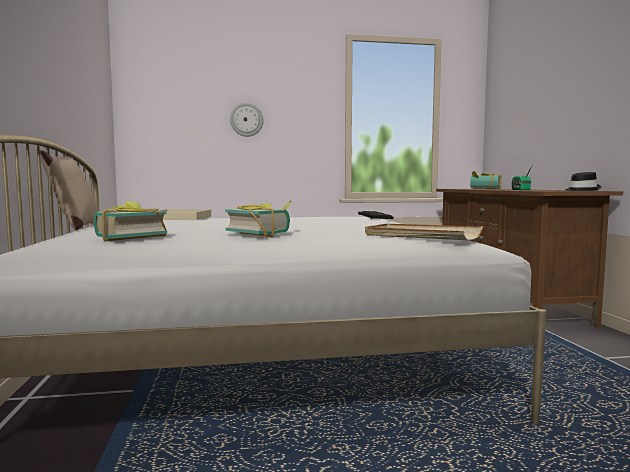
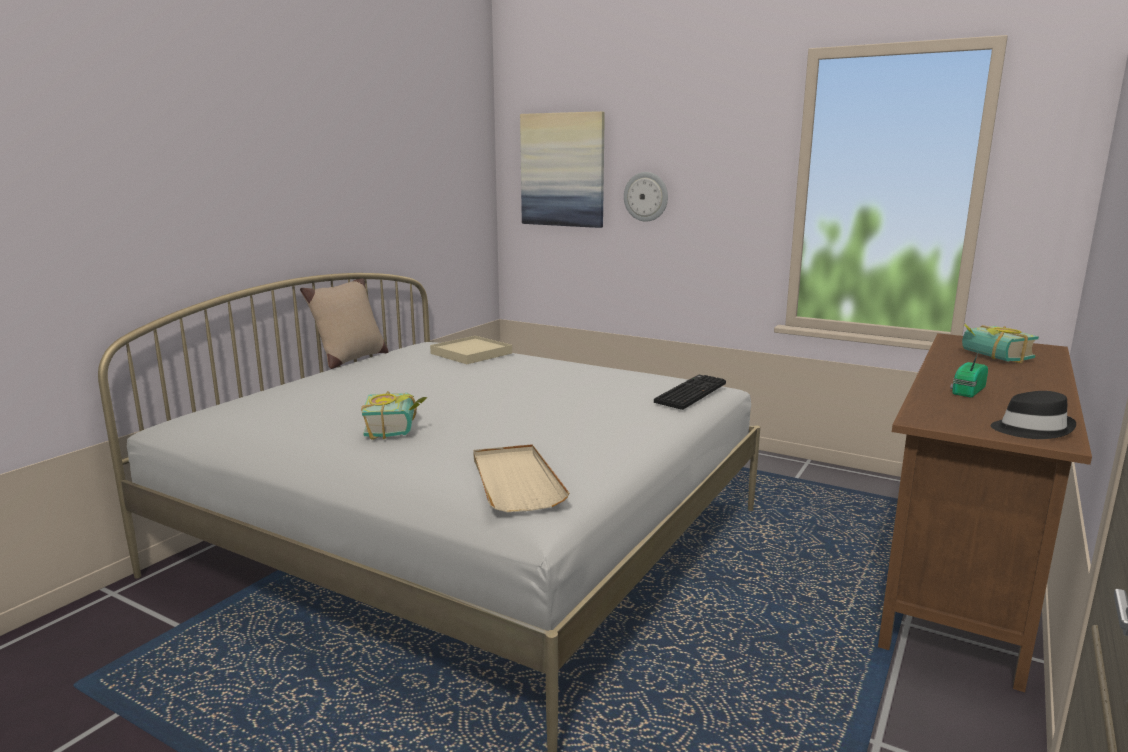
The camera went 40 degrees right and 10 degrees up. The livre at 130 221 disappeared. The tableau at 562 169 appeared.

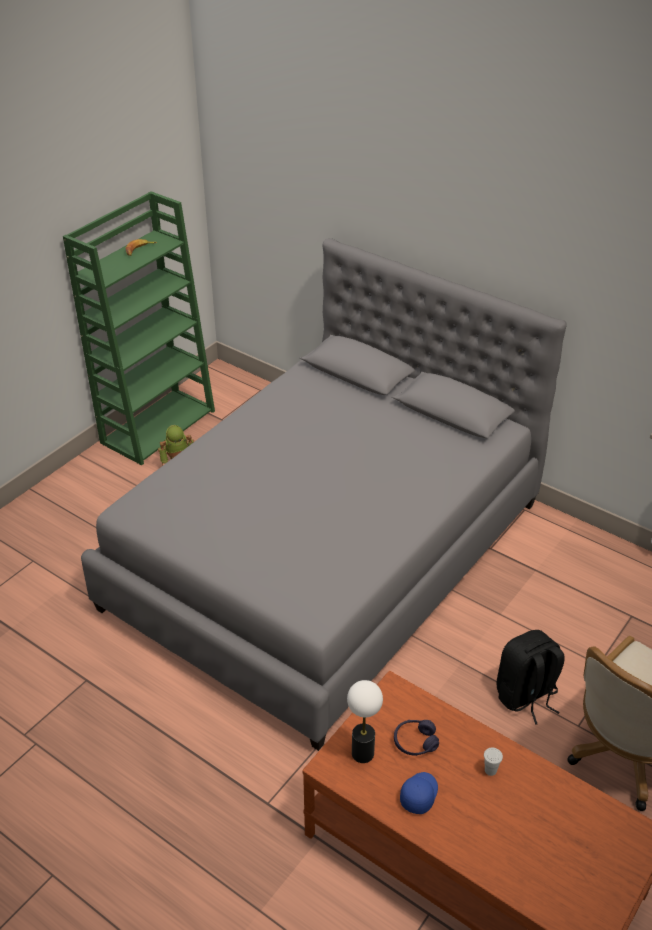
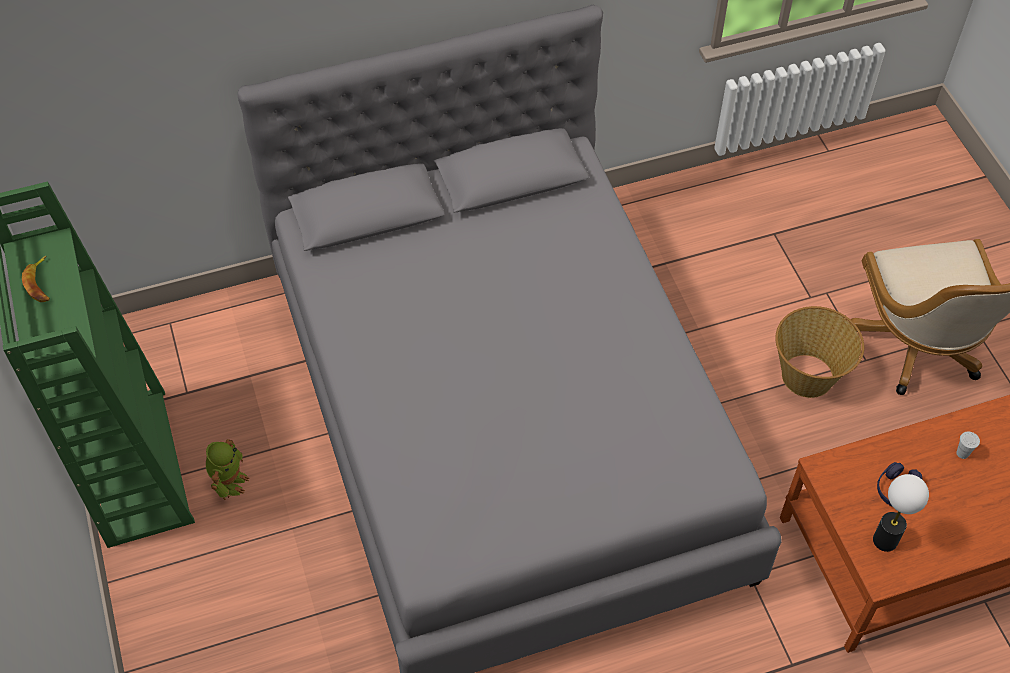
The camera went 55 degrees left and 15 degrees up. The sac à dos [noir] at 530 677 was replaced by the panier at 819 352. The casquette [bleu] at 419 793 disappeared.

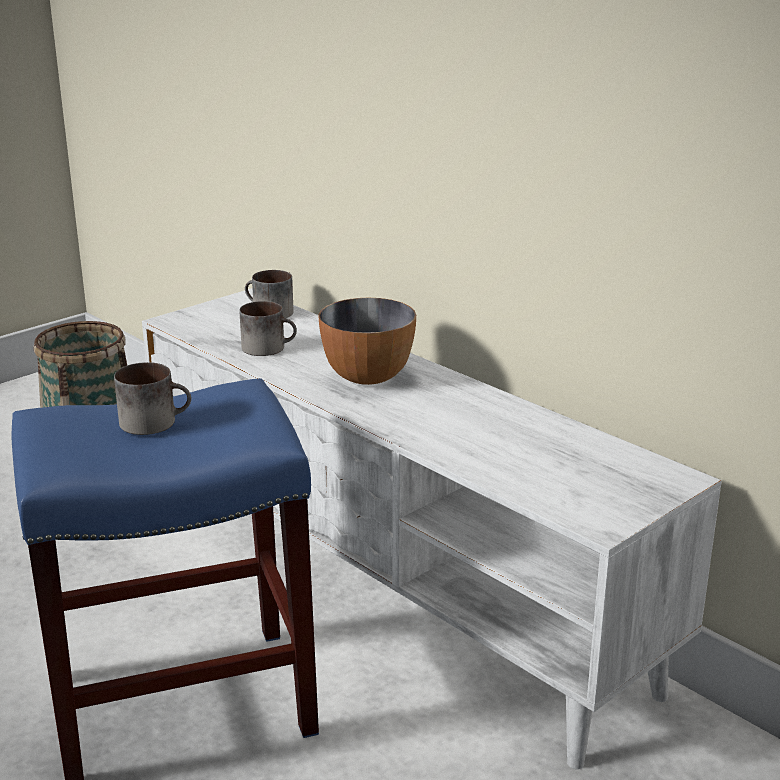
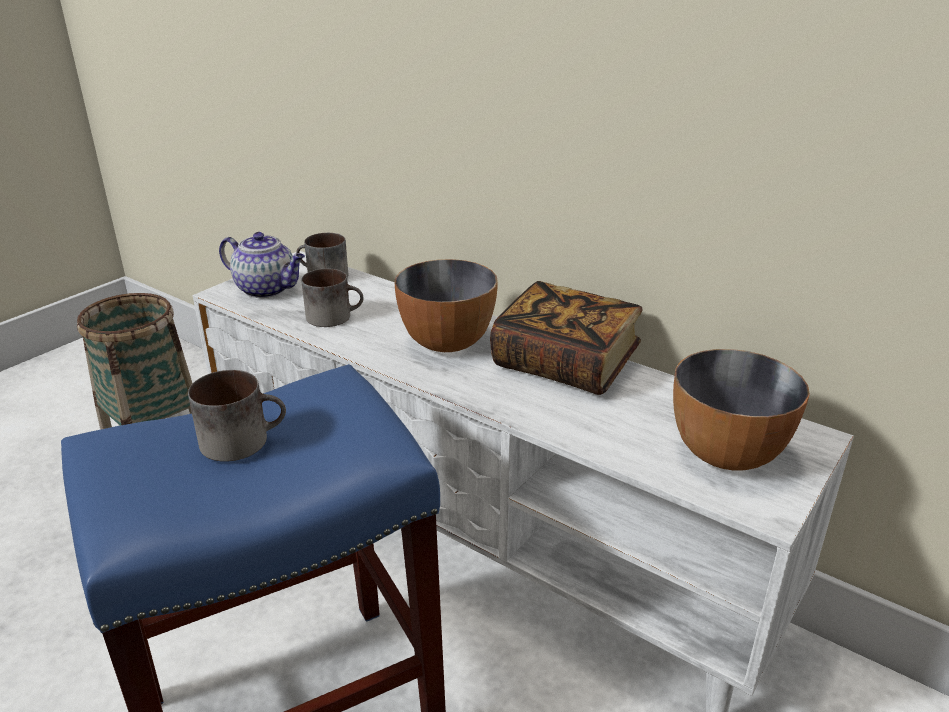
The camera went 10 degrees left and 5 degrees up. The théière at 262 265 appeared. The livre at 566 338 appeared. The bol at 741 409 appeared.

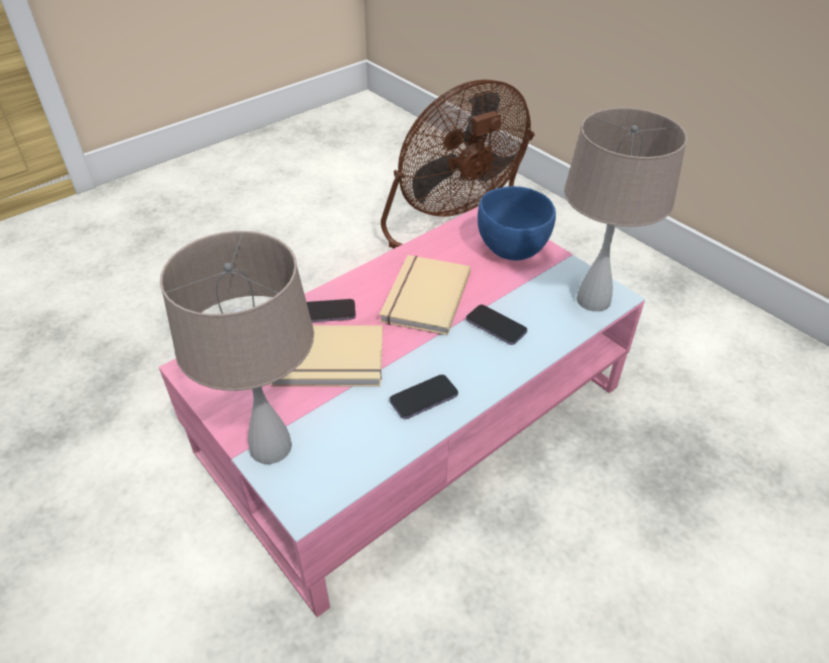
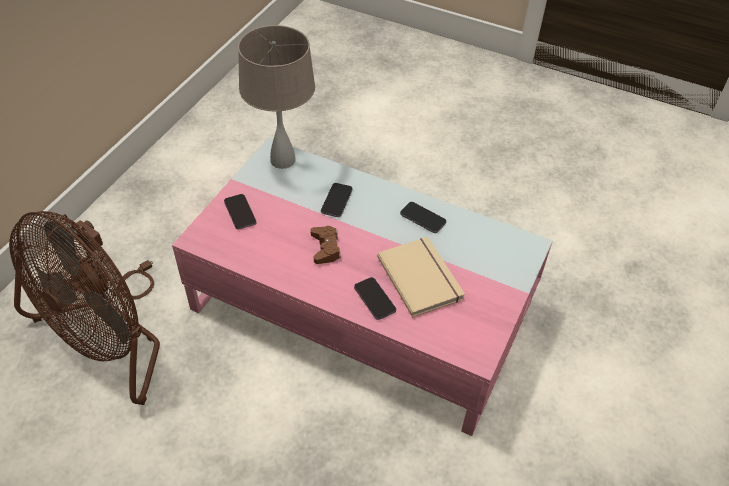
The camera went 115 degrees left and 5 degrees up. The bol [bleu] at 517 223 was replaced by the téléphone at 240 212. The lampe de table [beige] at 237 347 disappeared. The livre [beige] at 425 295 was replaced by the manette [marron] at 326 245.

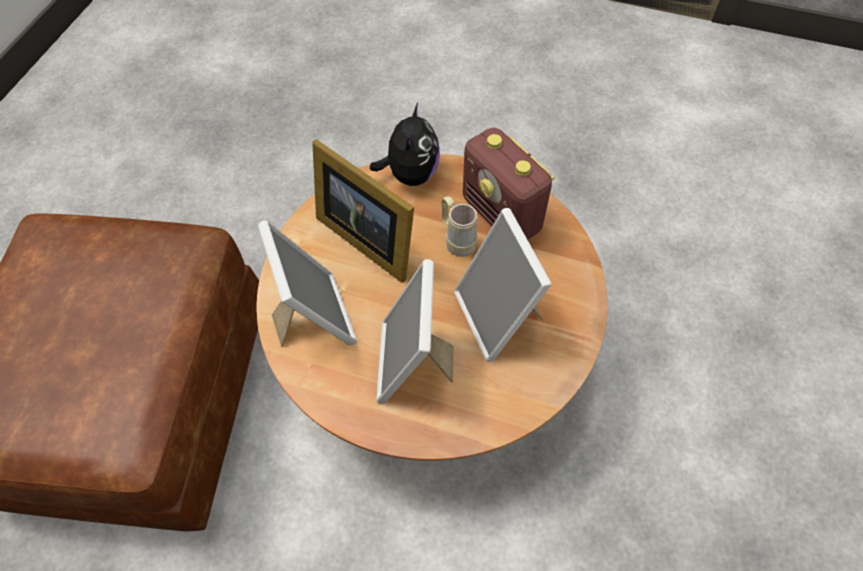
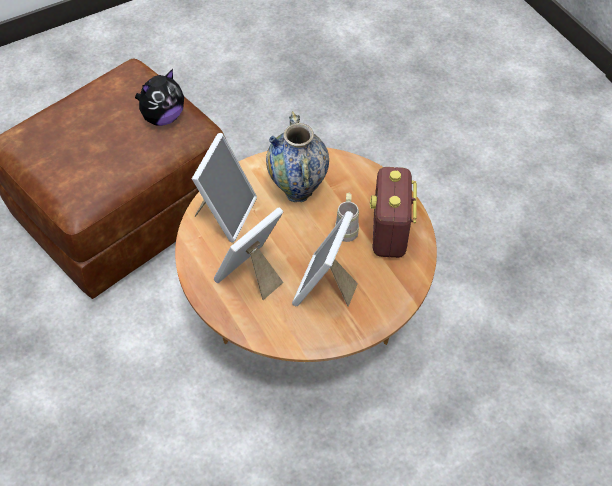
The camera went 40 degrees right and 5 degrees down. The peluche moved from 405 144 to 159 97. The cadre photo at 363 211 was replaced by the vase at 297 156.

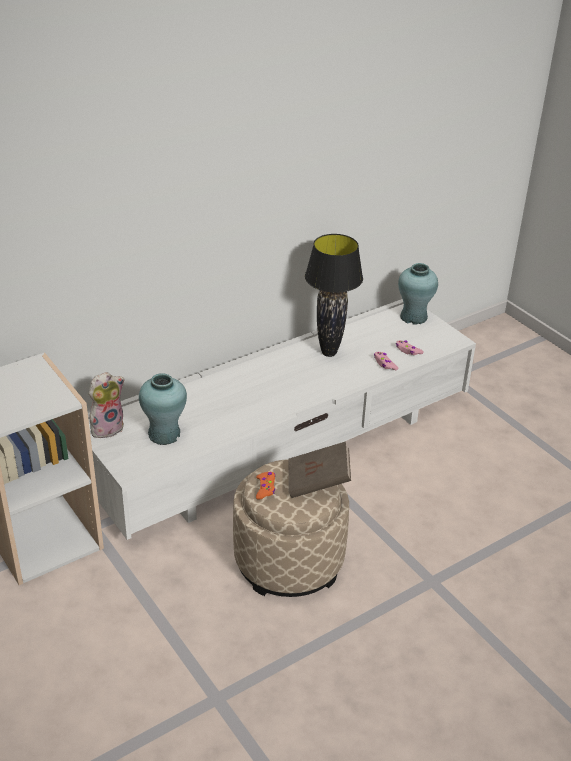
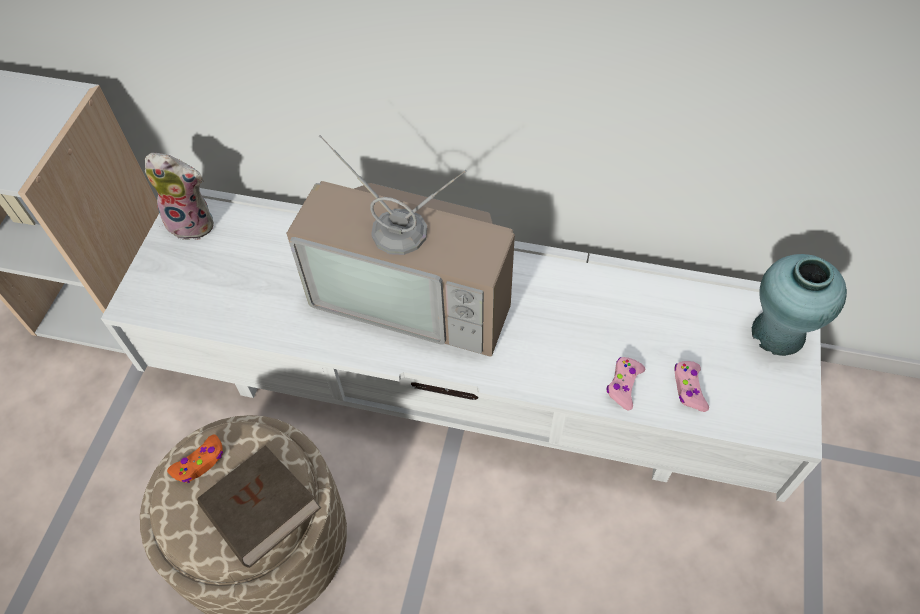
The camera went 50 degrees right and 20 degrees up. The lampe de table [noir] at 334 295 disappeared. The vase [turquoise] at 163 409 disappeared. The téléviseur at 400 246 appeared.

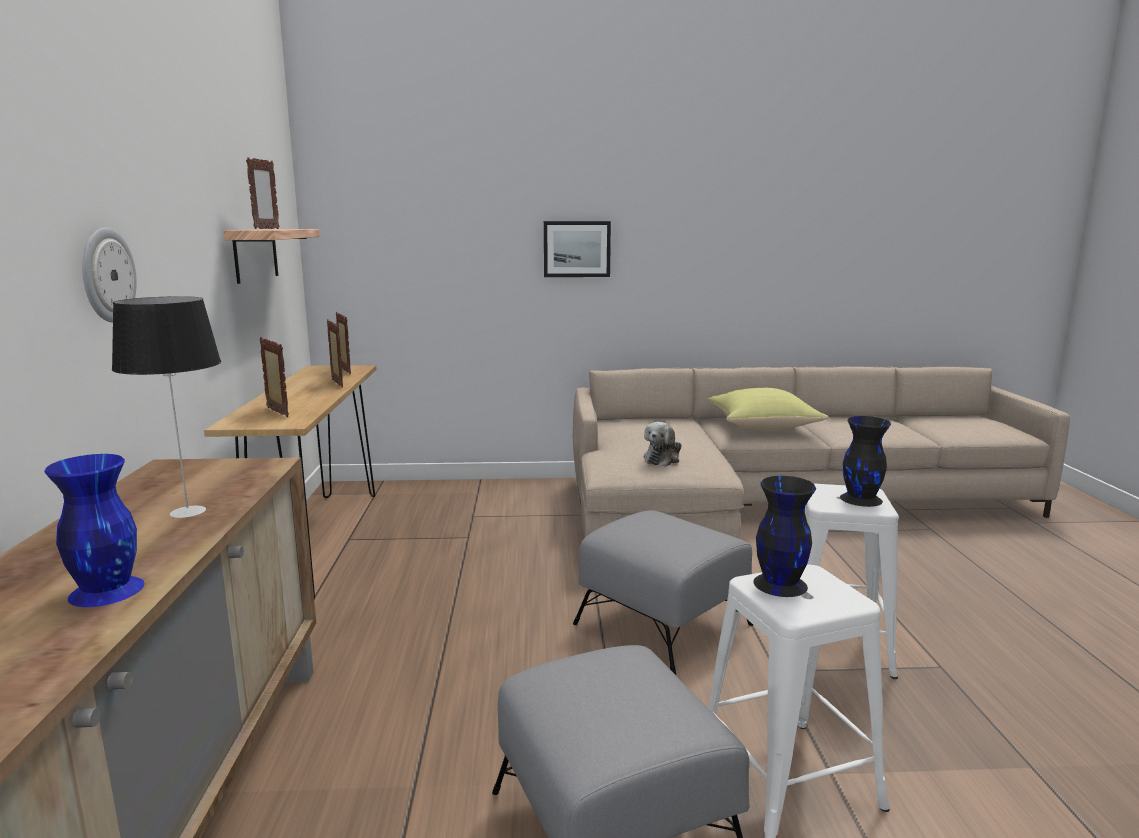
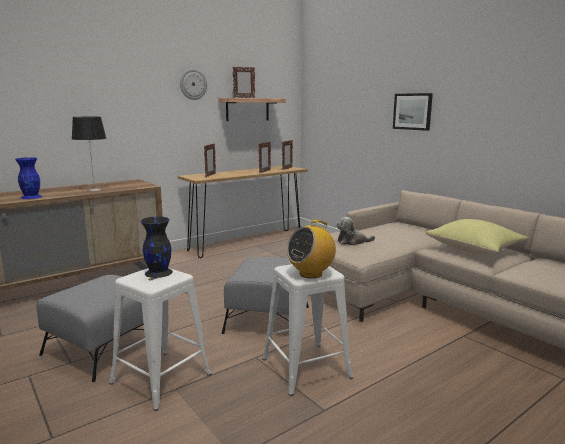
The camera went 55 degrees right and 0 degrees up. The horloge murale moved from 109 275 to 193 84. The vase [noir] at 865 461 was replaced by the radio at 311 249.

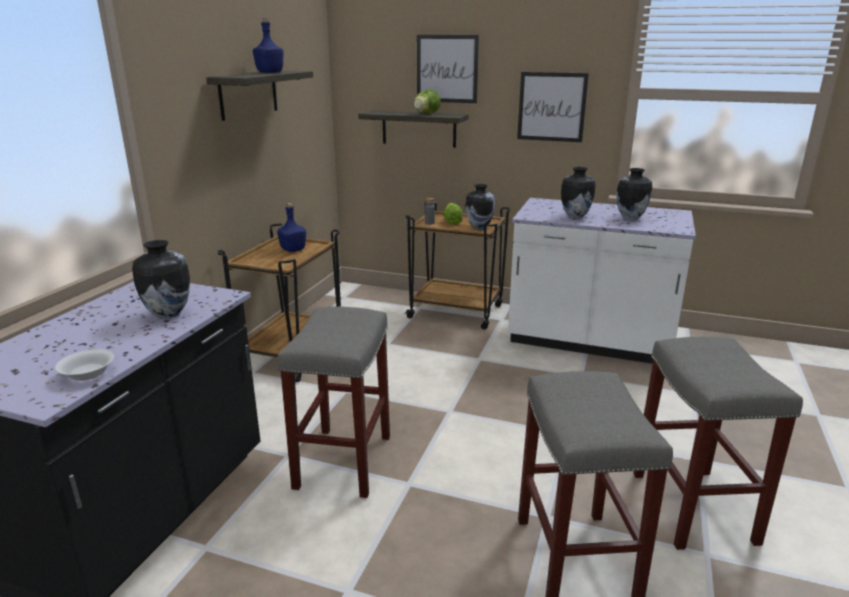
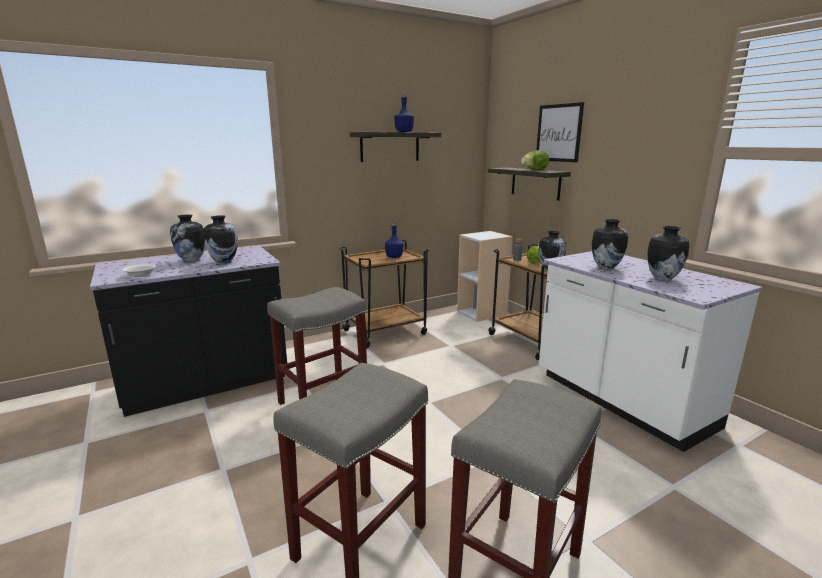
The camera went 40 degrees right and 5 degrees down. The tableau at 553 107 disappeared. The vase at 187 238 appeared. The bibliothèque at 485 276 appeared.

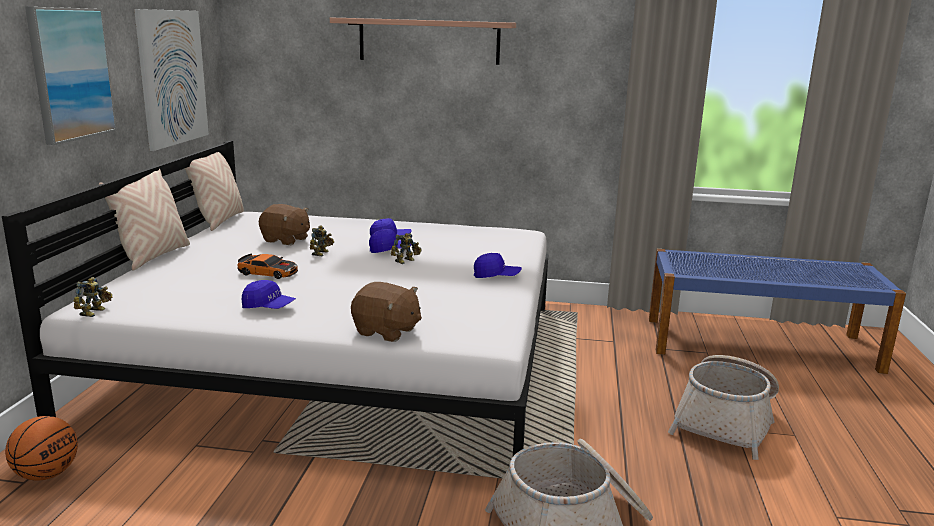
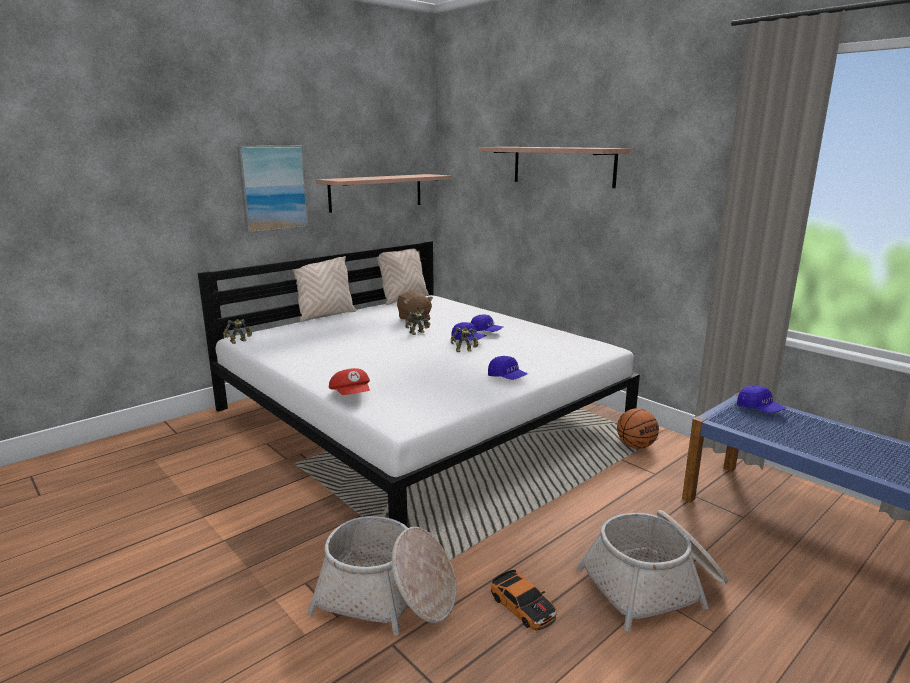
The camera went 40 degrees right and 0 degrees up. The tableau at 171 80 was replaced by the étagère at 383 193. The petite voiture moved from 267 266 to 524 600. The casquette [bleu] moved from 269 294 to 761 399. The peluche [marron] at 386 312 was replaced by the casquette [rouge] at 349 381. The ballon de basket moved from 41 448 to 638 428.

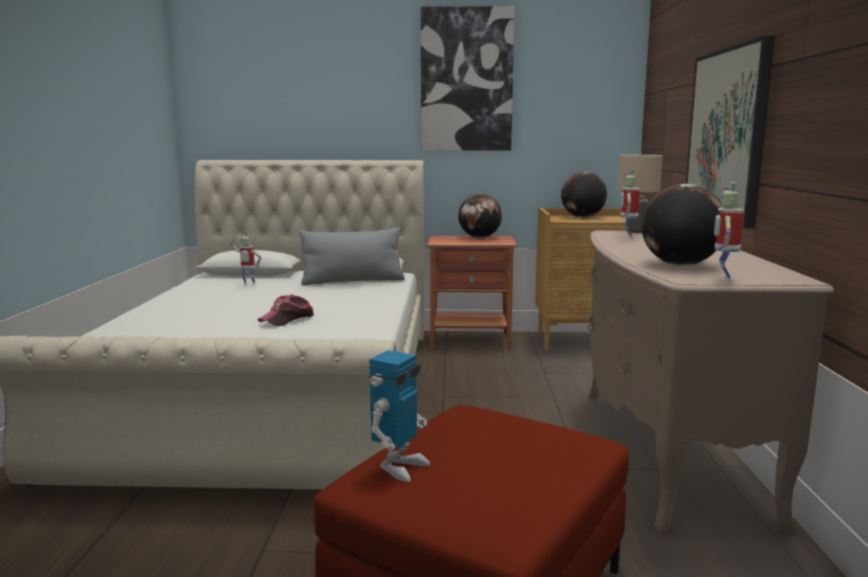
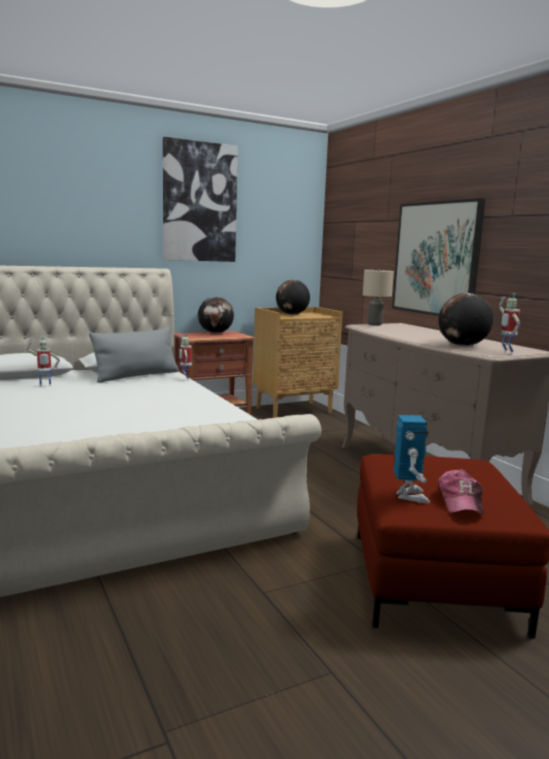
The camera went 30 degrees left and 0 degrees up. The robot jouet moved from 630 204 to 185 356. The casquette moved from 286 310 to 461 492.

